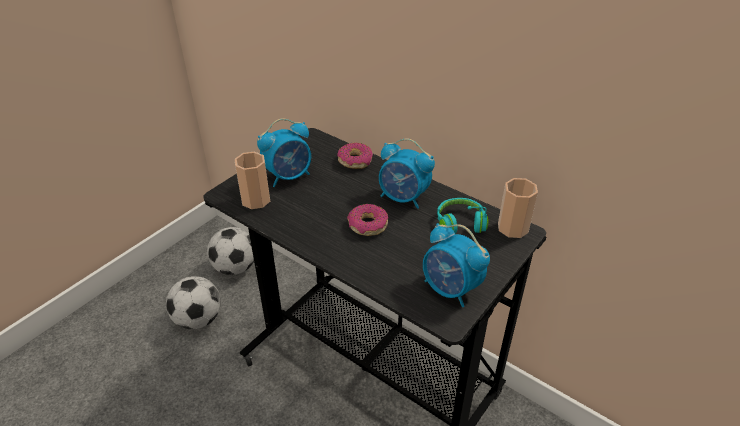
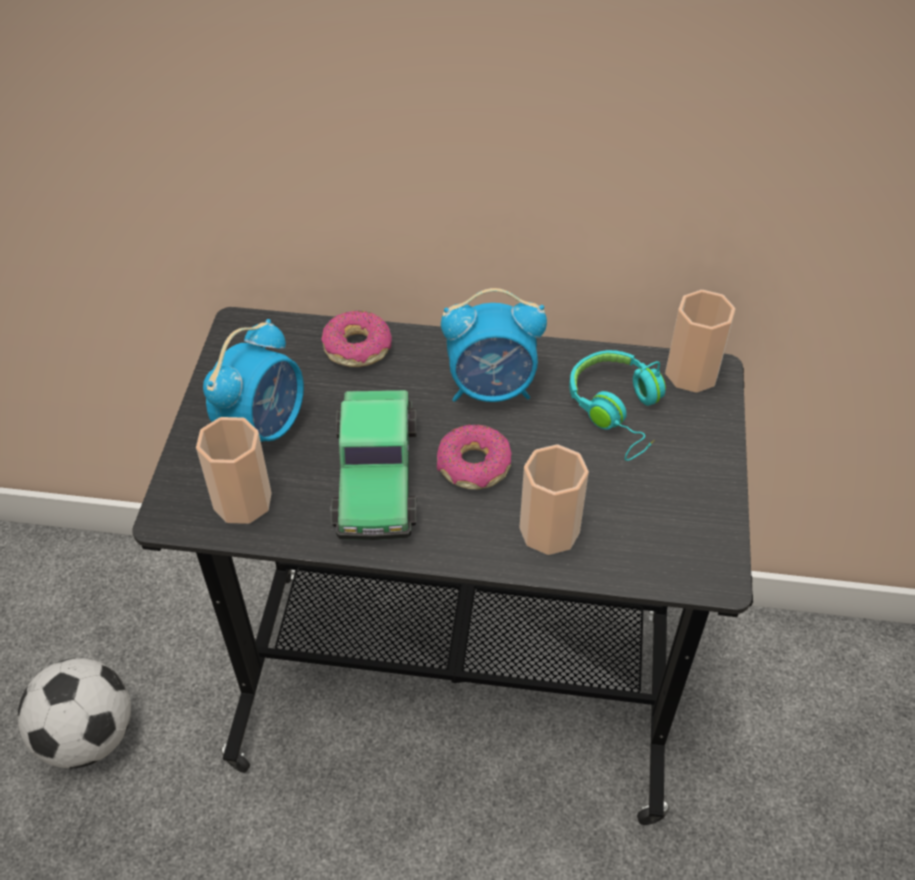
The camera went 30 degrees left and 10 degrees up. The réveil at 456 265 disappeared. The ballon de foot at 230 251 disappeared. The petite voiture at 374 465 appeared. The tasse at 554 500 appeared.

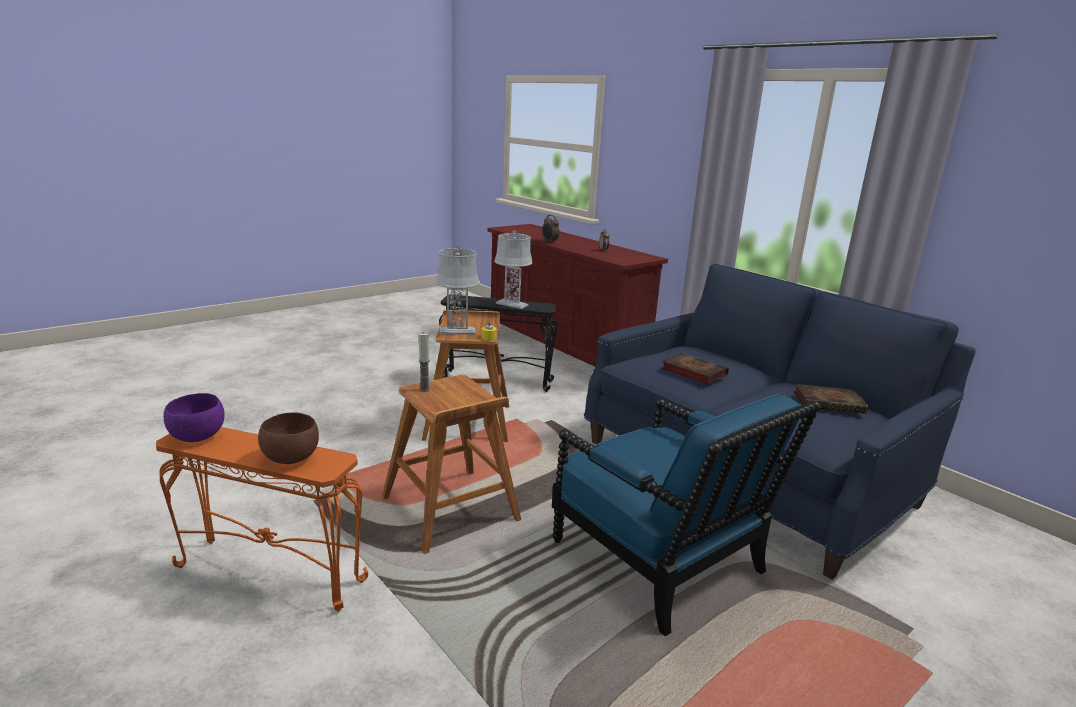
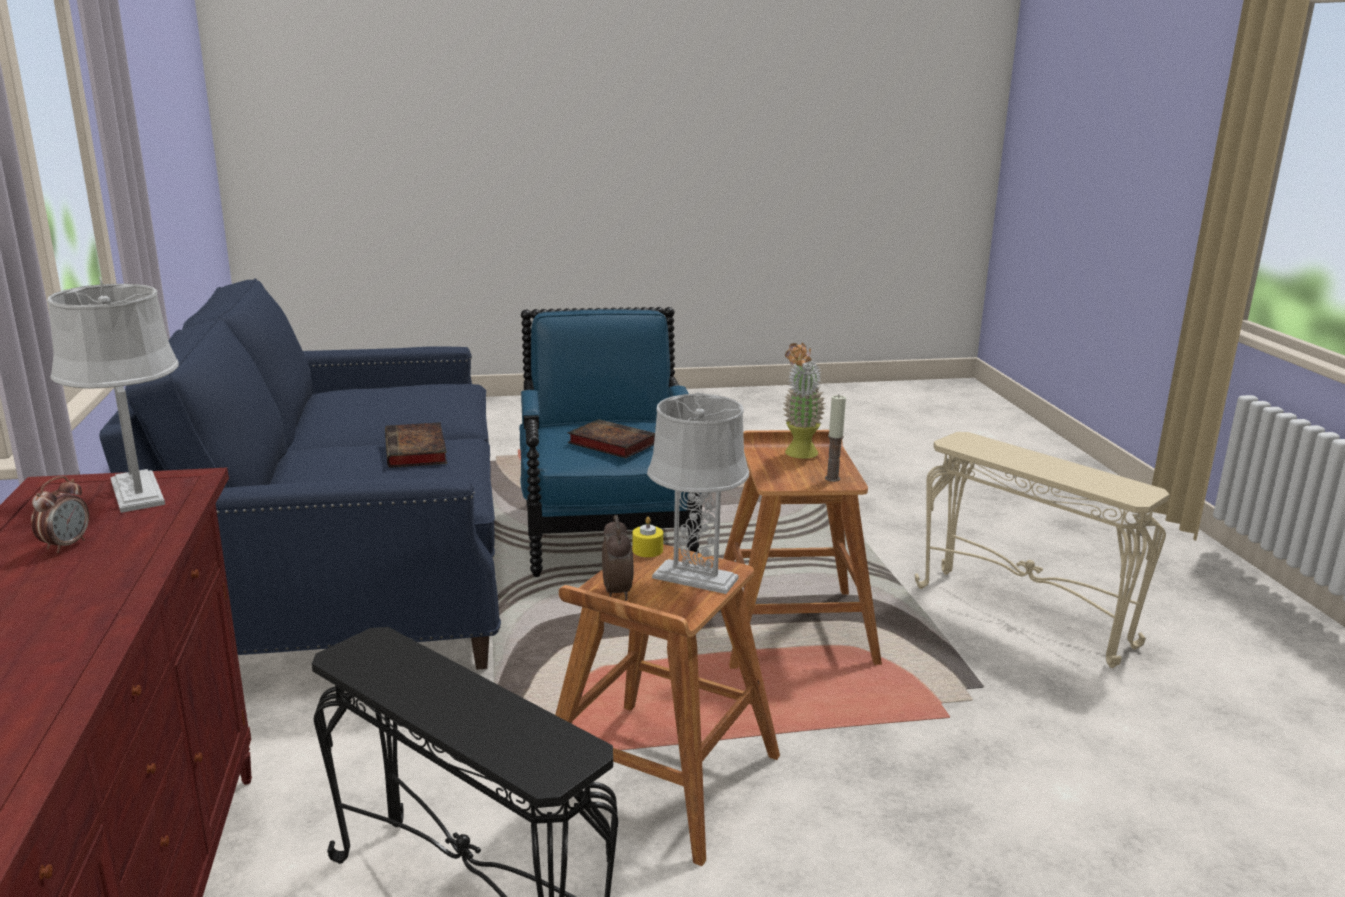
The camera went 150 degrees left and 0 degrees up. The réveil moved from 551 229 to 617 558. The lampe de table [gris] moved from 513 269 to 113 395. The livre moved from 831 399 to 611 438. The bol [violet] at 194 417 disappeared. The bol [marron] at 288 438 disappeared. The table d'appoint [orange] at 262 519 became the table d'appoint [beige] at 1042 550. The plante en pot at 804 401 appeared.

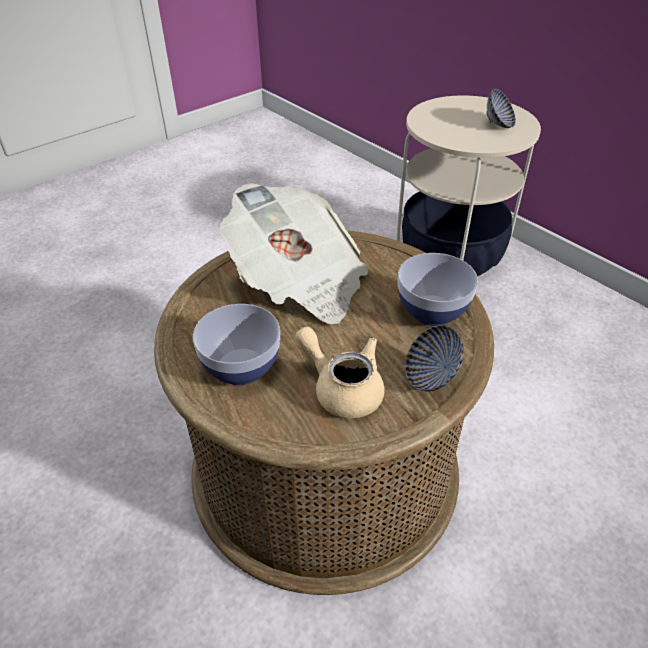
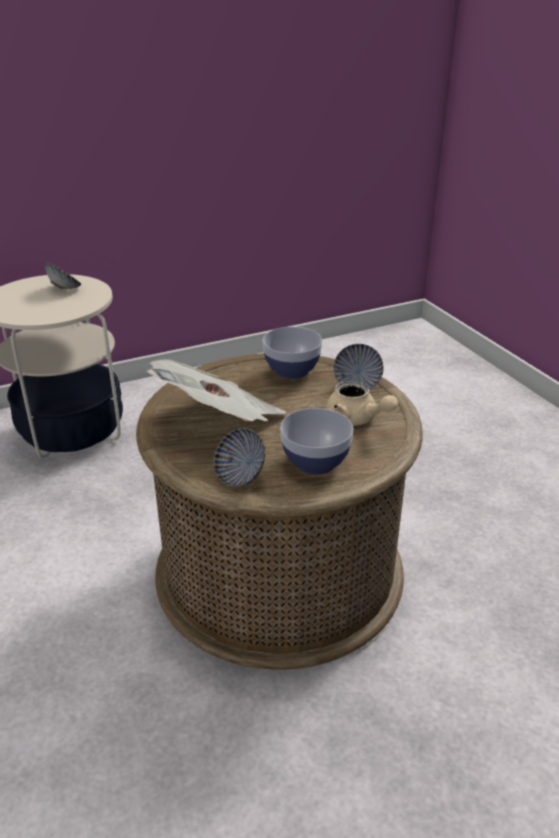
The camera went 75 degrees left and 10 degrees down. The théière [beige] at 340 372 turned 105 degrees counterclockwise. The bol at 239 457 appeared.

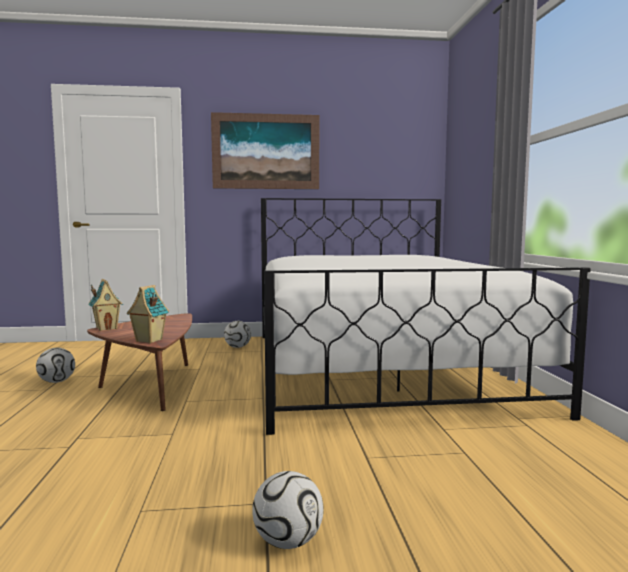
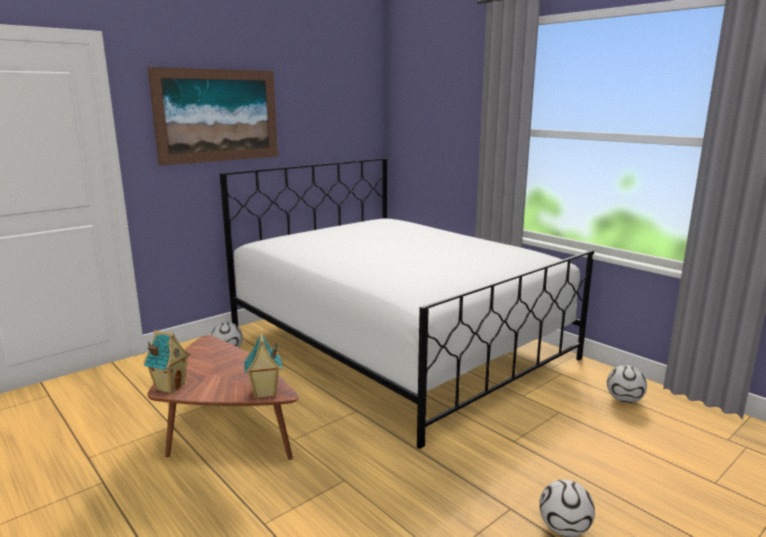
The camera went 35 degrees left and 10 degrees up. The ballon de foot moved from 55 365 to 627 384.

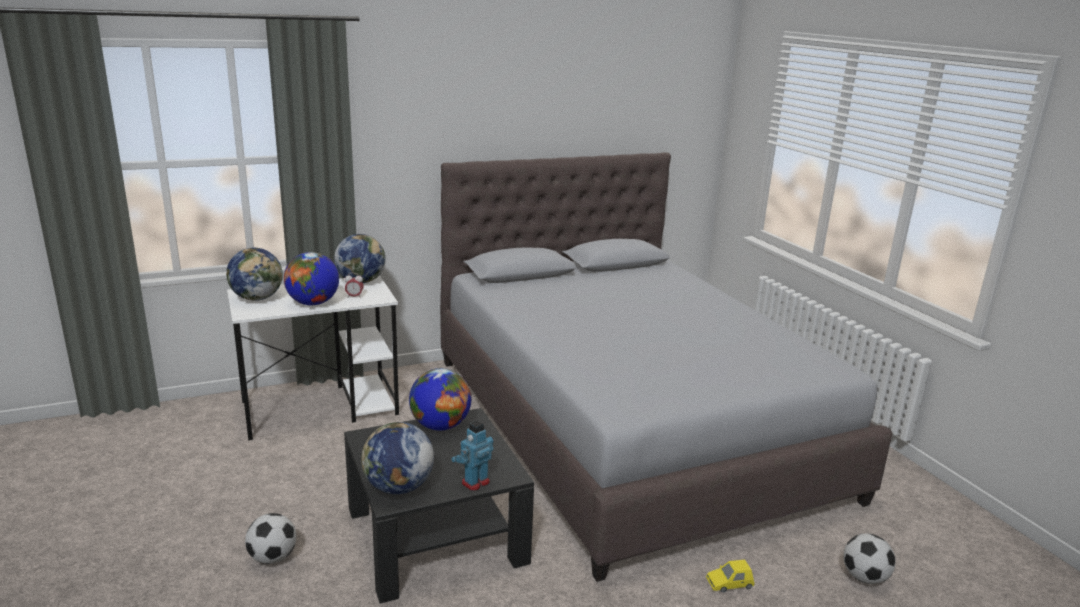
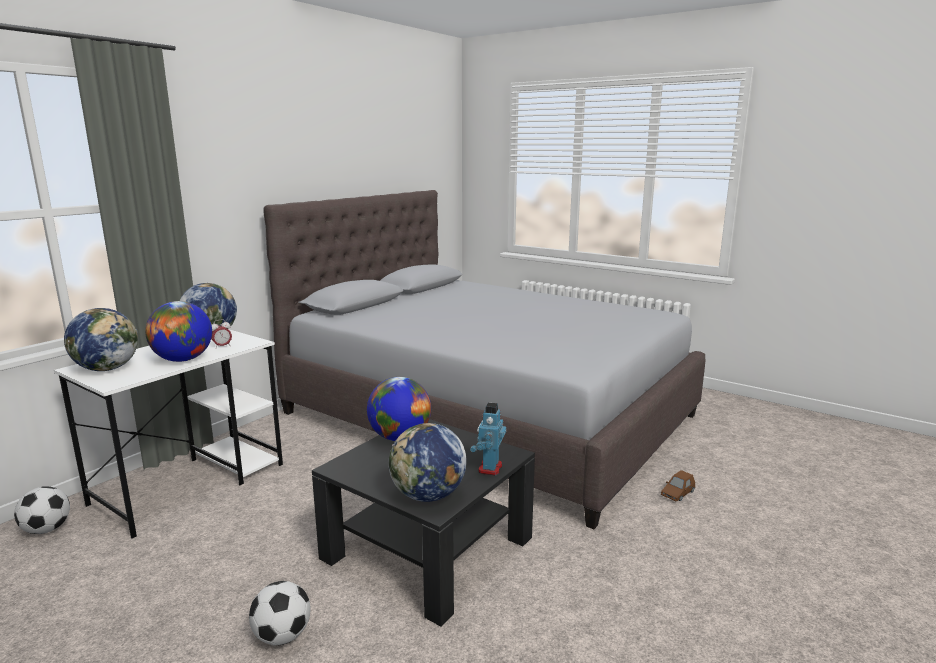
The camera went 30 degrees left and 5 degrees down. The ballon de foot moved from 869 558 to 42 510. The petite voiture [jaune] at 730 576 became the petite voiture [marron] at 678 485.

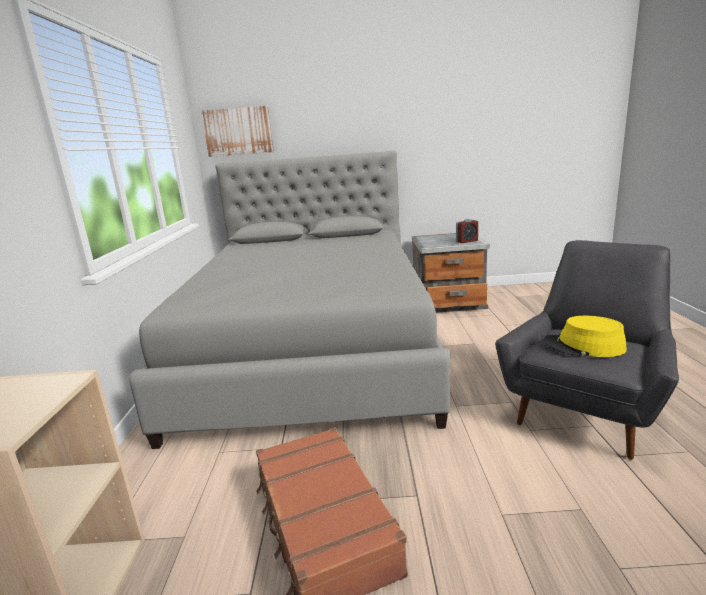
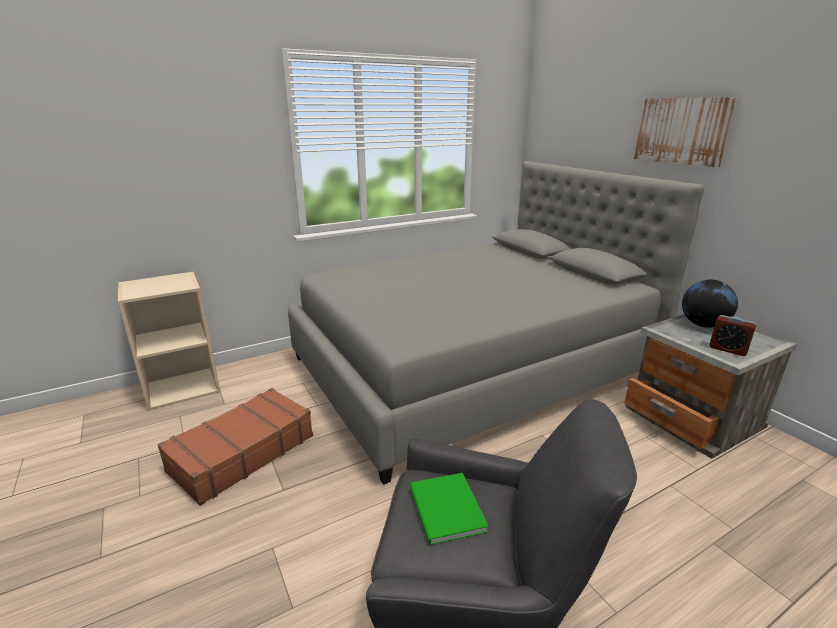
The camera went 60 degrees right and 5 degrees up. The tableau moved from 237 131 to 685 132. The chapeau [jaune] at 585 336 was replaced by the livre [vert] at 449 509. The globe at 710 304 appeared.

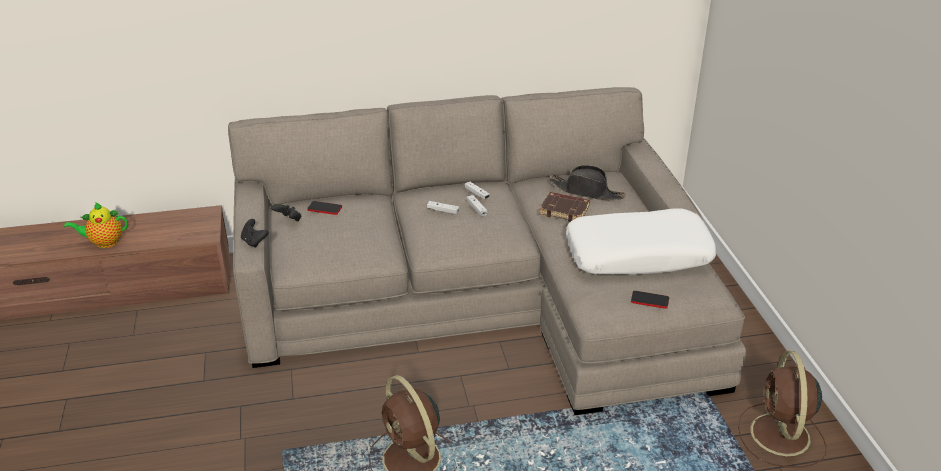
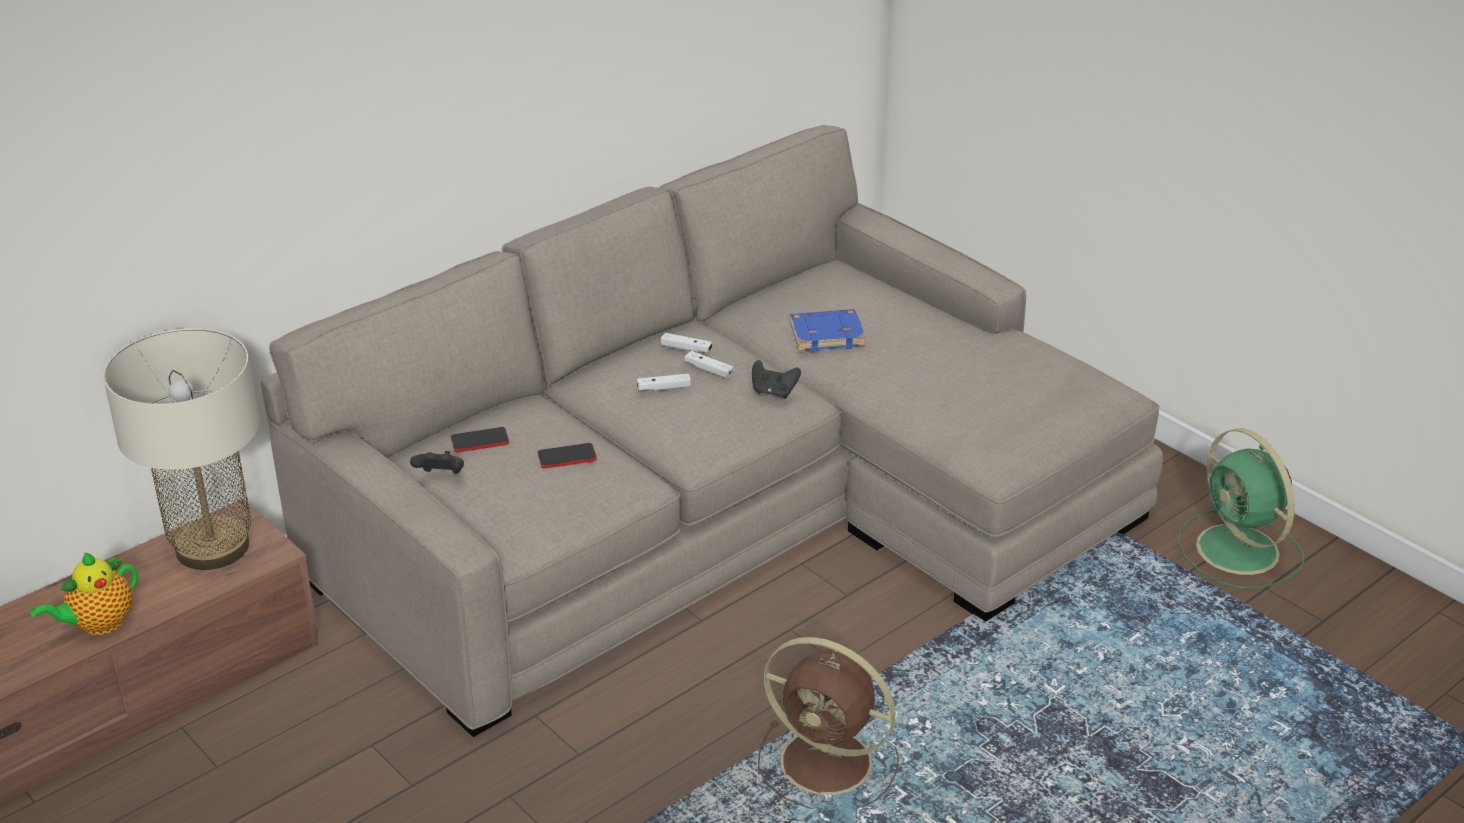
The camera went 30 degrees left and 0 degrees up. The chapeau [noir] at 587 182 disappeared. The livre [marron] at 564 207 became the livre [bleu] at 828 330. The coussin [blanc] at 641 241 disappeared. The manette [noir] moved from 255 233 to 776 379. The téléphone moved from 650 300 to 567 455. The ventilateur [marron] at 782 409 became the ventilateur [vert] at 1241 508. The lampe de table at 181 449 appeared.

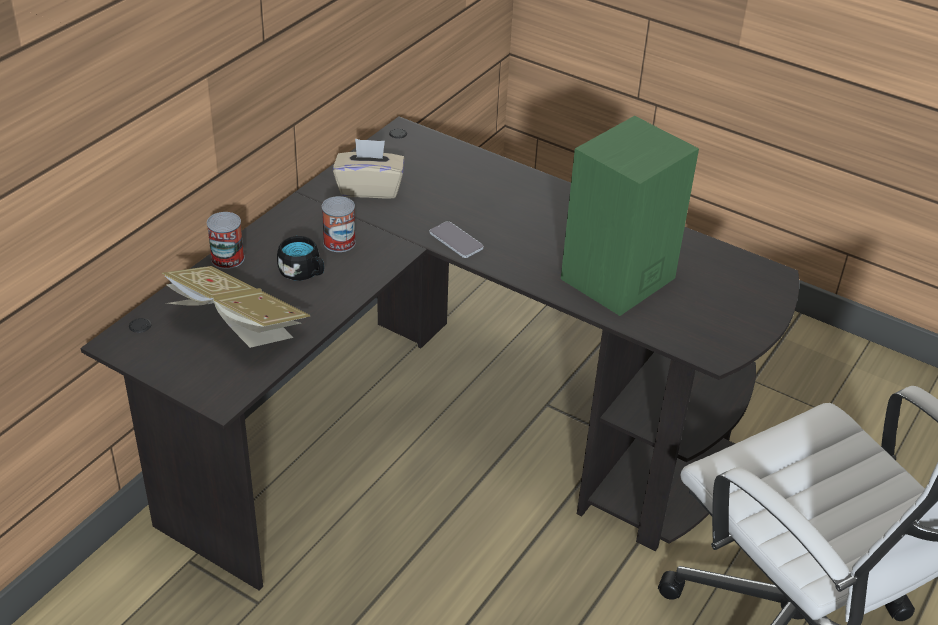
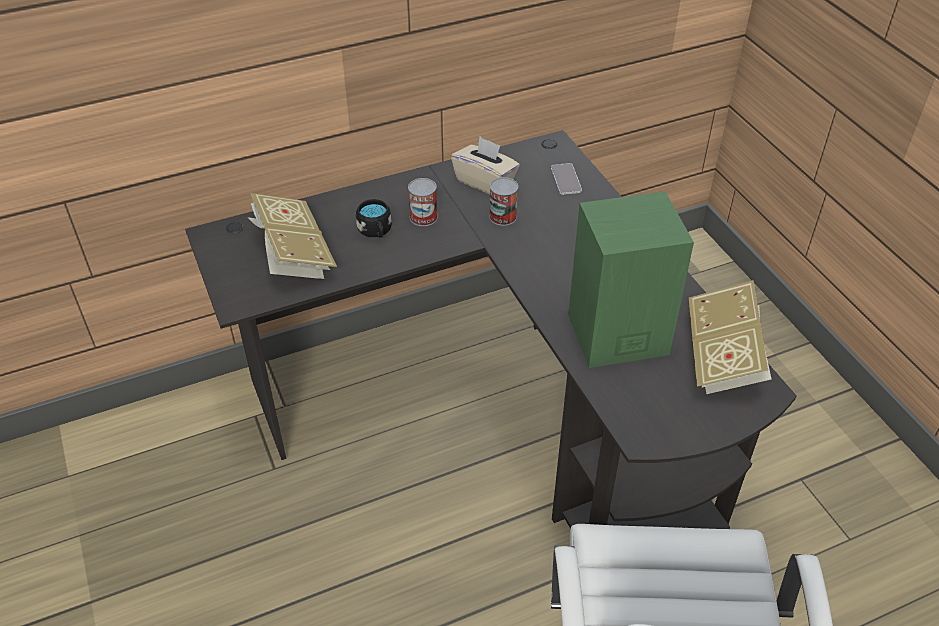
The camera went 35 degrees right and 5 degrees up. The boîte métallique moved from 226 240 to 503 201. The téléphone moved from 457 239 to 566 179. The livre at 730 337 appeared.

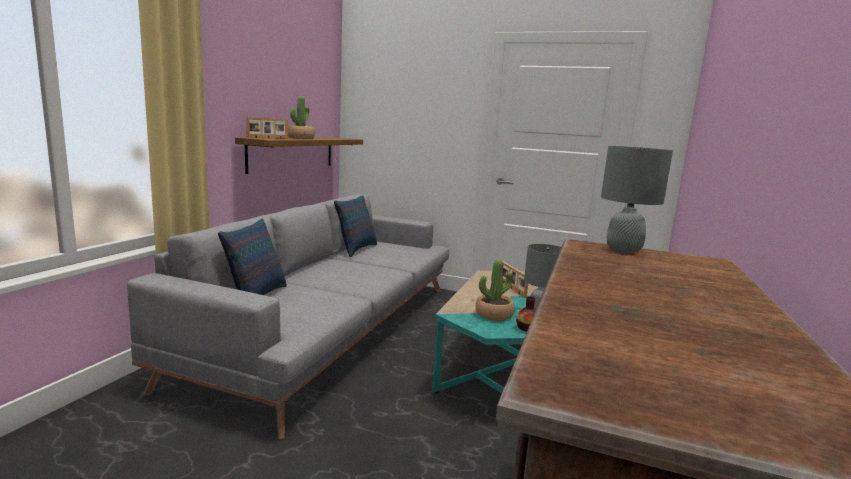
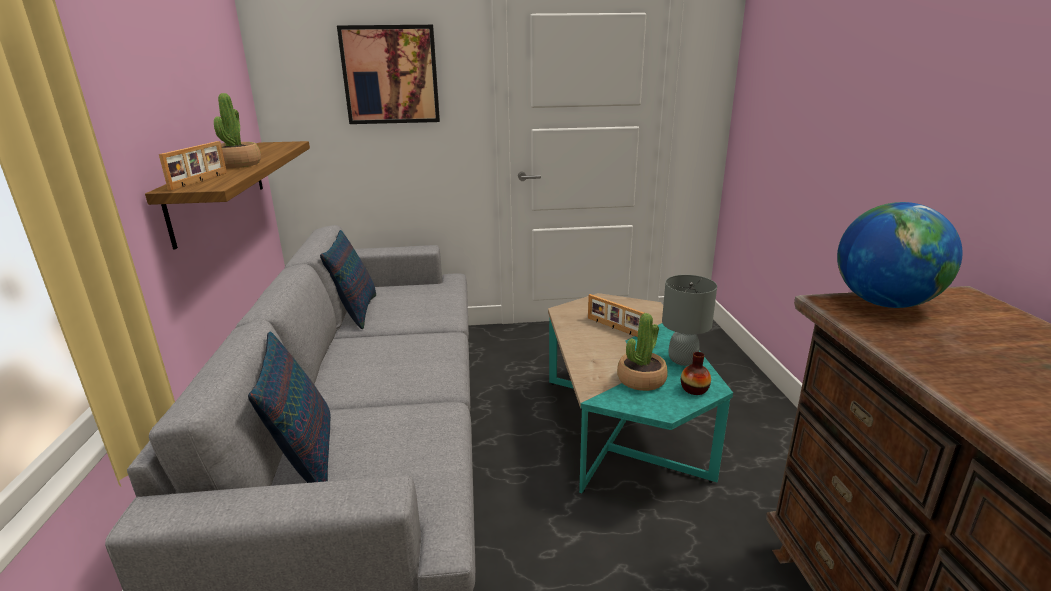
The camera went 25 degrees left and 10 degrees up. The lampe de table [gris] at 637 199 was replaced by the globe at 900 255. The tableau at 388 74 appeared.

